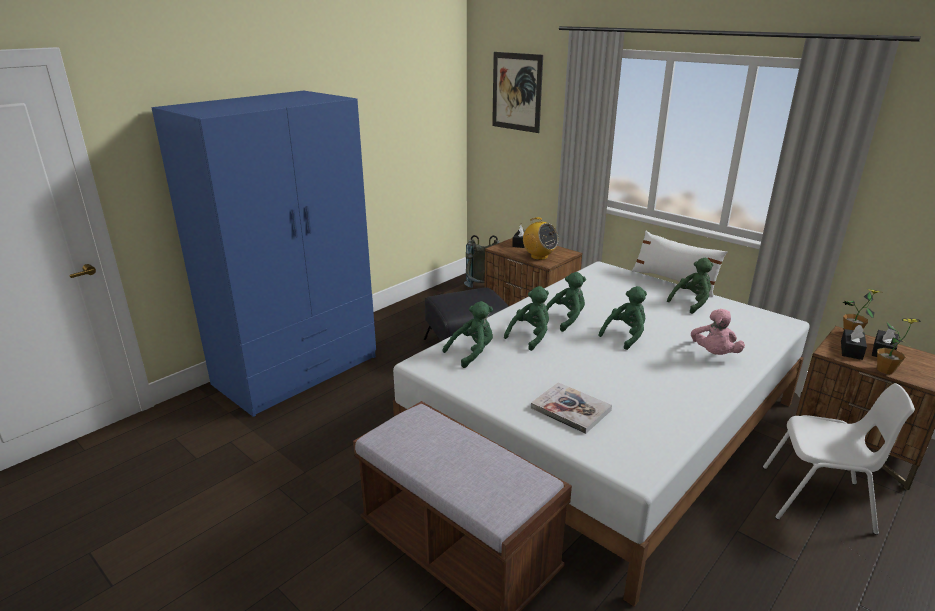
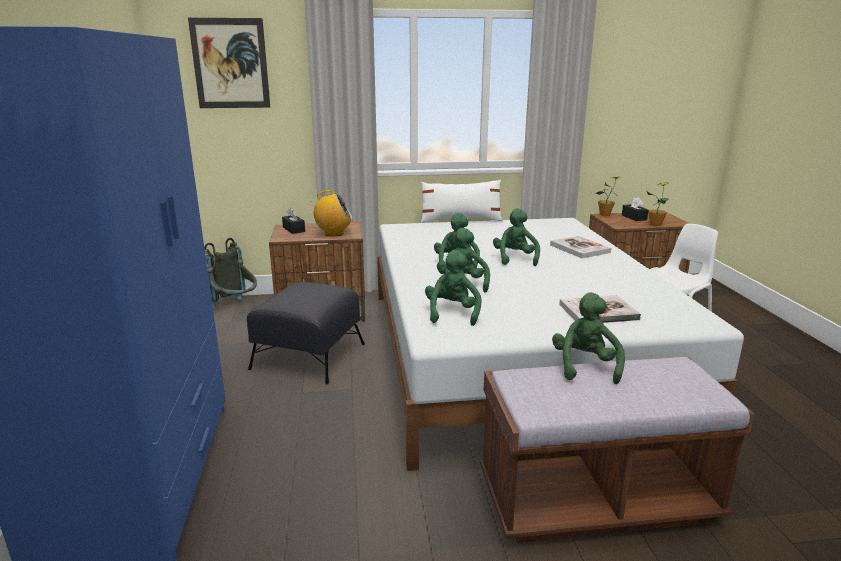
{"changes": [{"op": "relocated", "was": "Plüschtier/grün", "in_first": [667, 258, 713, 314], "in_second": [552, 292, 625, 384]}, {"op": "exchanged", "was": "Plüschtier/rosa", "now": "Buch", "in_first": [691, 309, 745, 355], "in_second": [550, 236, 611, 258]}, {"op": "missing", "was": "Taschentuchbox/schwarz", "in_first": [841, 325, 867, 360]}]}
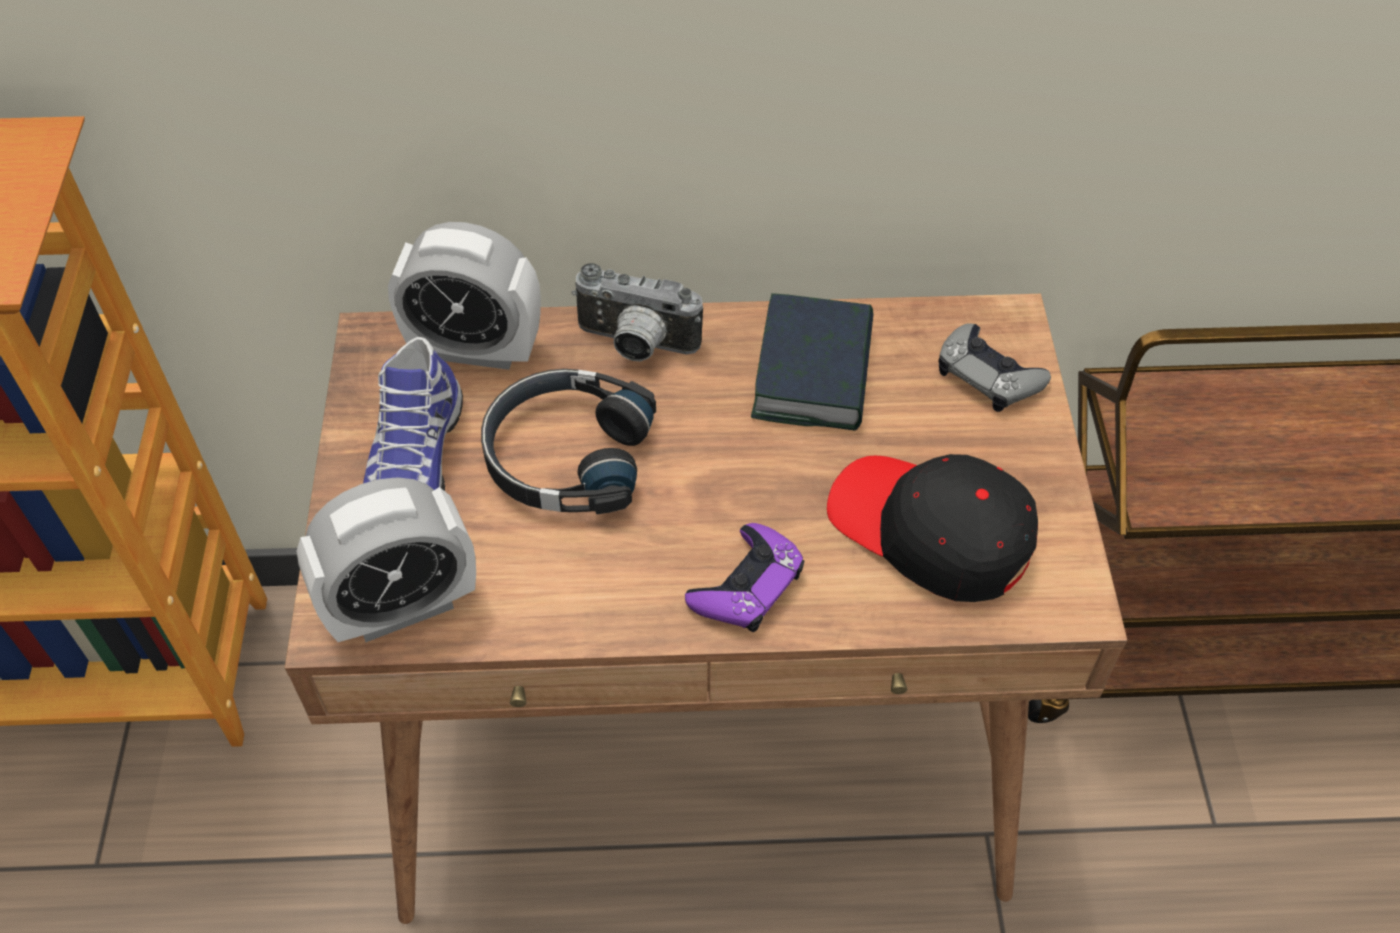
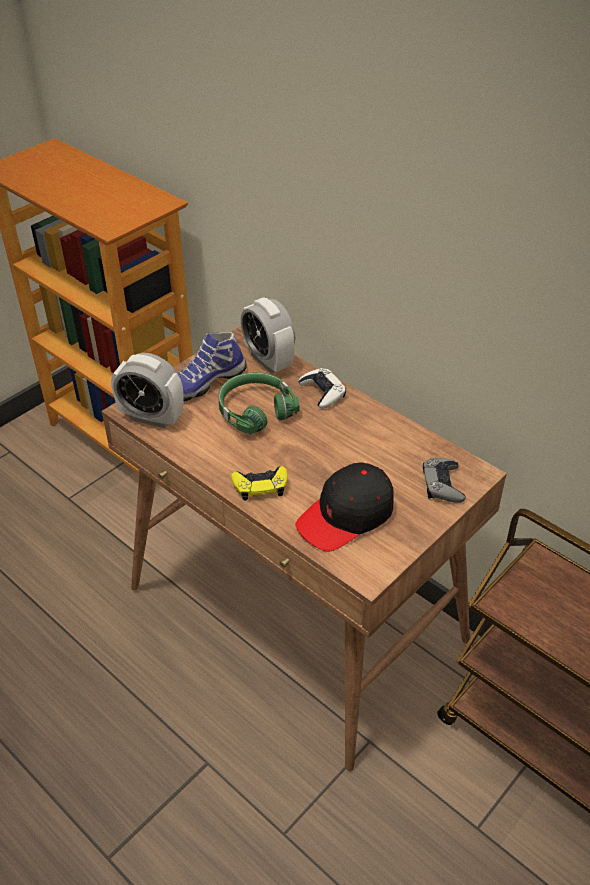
{"changes": [{"op": "colour", "was": "Kopfhörer/schwarz", "now": "Kopfhörer/grün", "in_first": [481, 369, 656, 515], "in_second": [218, 372, 300, 434]}, {"op": "exchanged", "was": "Kamera", "now": "Gamepad/weiß", "in_first": [572, 263, 703, 361], "in_second": [298, 368, 346, 409]}, {"op": "colour", "was": "Gamepad/lila", "now": "Gamepad/gelb", "in_first": [685, 523, 804, 632], "in_second": [231, 466, 288, 501]}, {"op": "missing", "was": "Buch", "in_first": [751, 293, 874, 431]}, {"op": "spun", "was": "Kappe/schwarz", "in_first": [827, 454, 1038, 602], "in_second": [295, 462, 394, 552], "clockwise": -120}]}
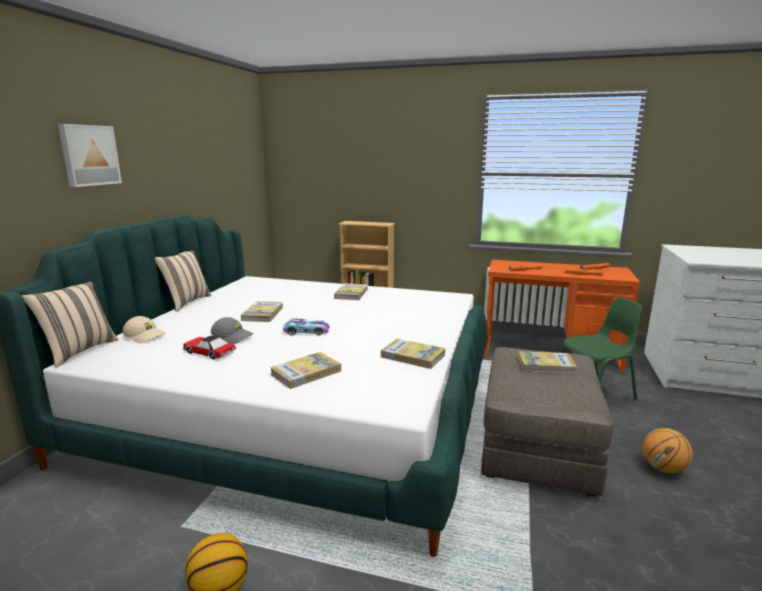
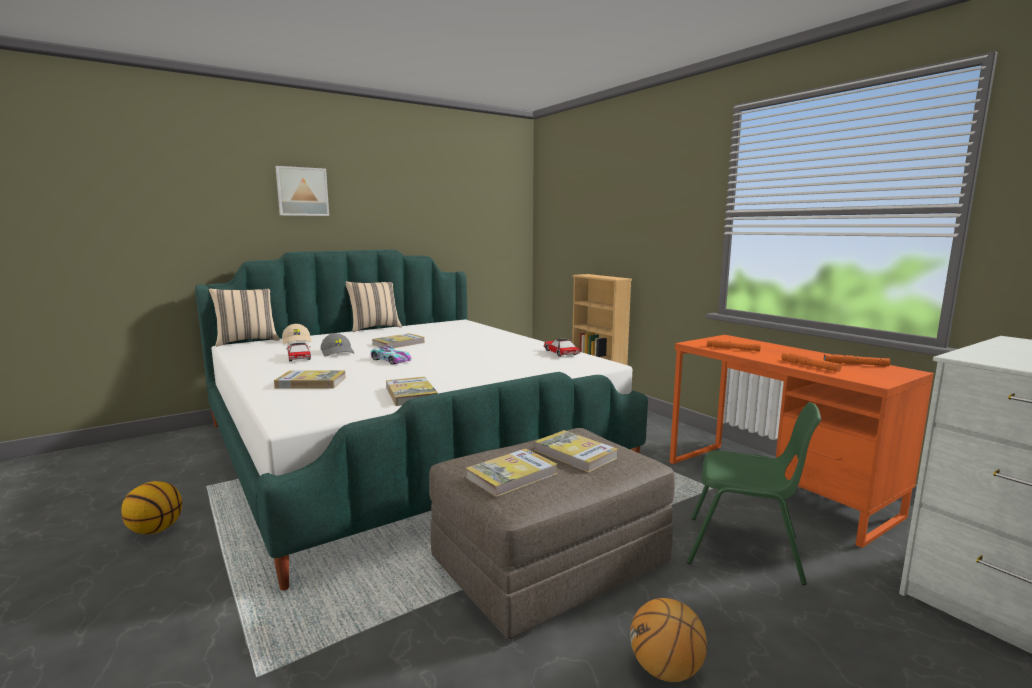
{"changes": [{"op": "relocated", "was": "Buch", "in_first": [334, 283, 368, 300], "in_second": [466, 449, 558, 497]}, {"op": "appeared", "now": "Spielzeugauto", "in_second": [544, 339, 580, 357]}]}
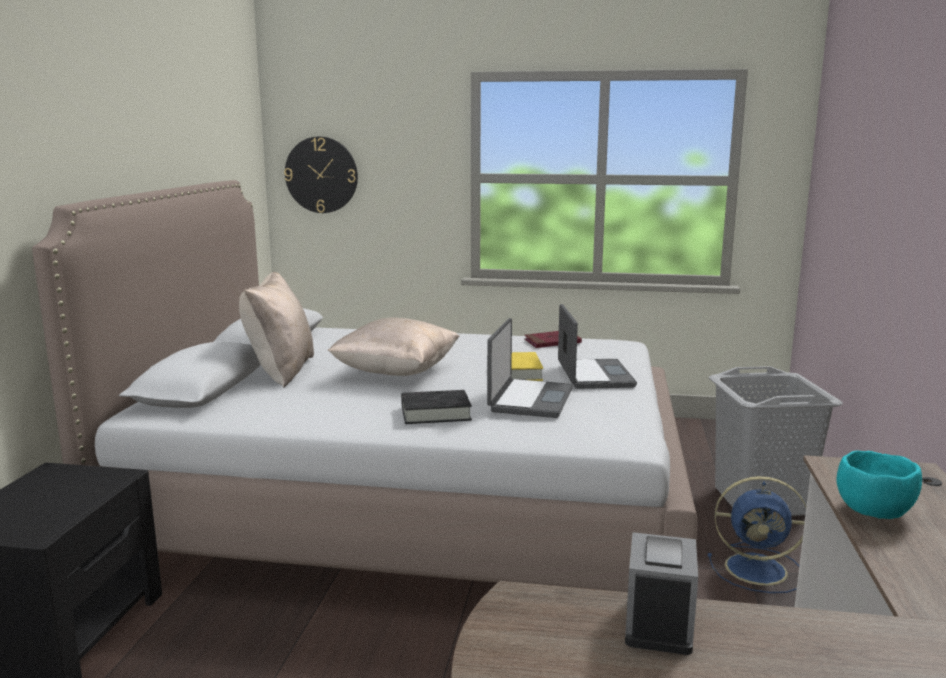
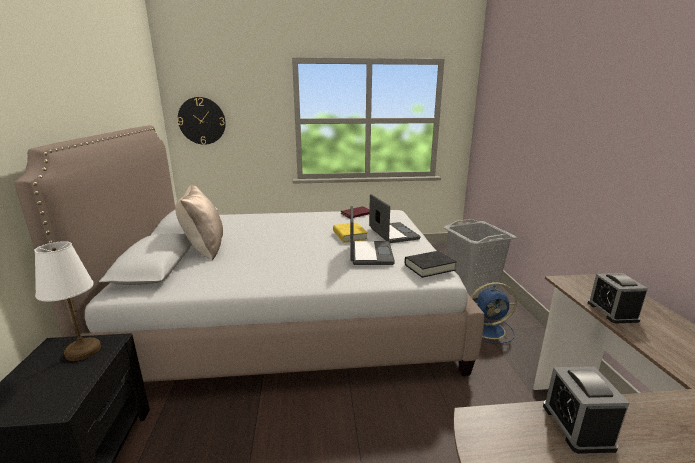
{"changes": [{"op": "missing", "was": "Kissen/beige", "in_first": [327, 317, 459, 376]}, {"op": "relocated", "was": "Buch/schwarz", "in_first": [401, 390, 472, 424], "in_second": [405, 251, 457, 278]}, {"op": "exchanged", "was": "Schüssel/türkis", "now": "Wecker", "in_first": [836, 450, 922, 519], "in_second": [588, 273, 648, 324]}, {"op": "appeared", "now": "Tischlampe/weiß", "in_second": [34, 241, 101, 361]}]}
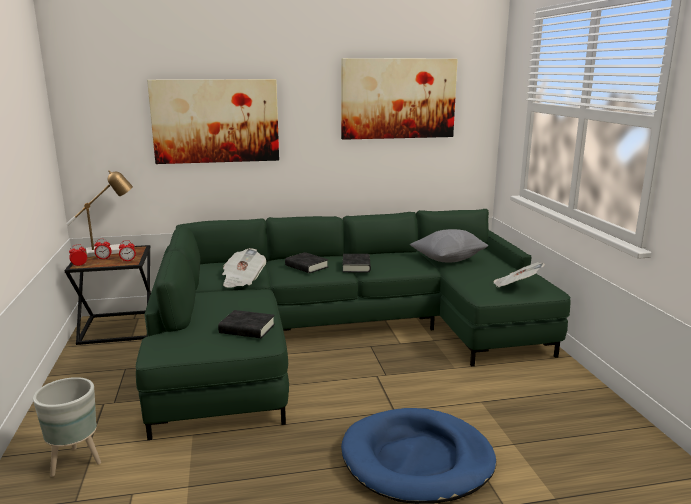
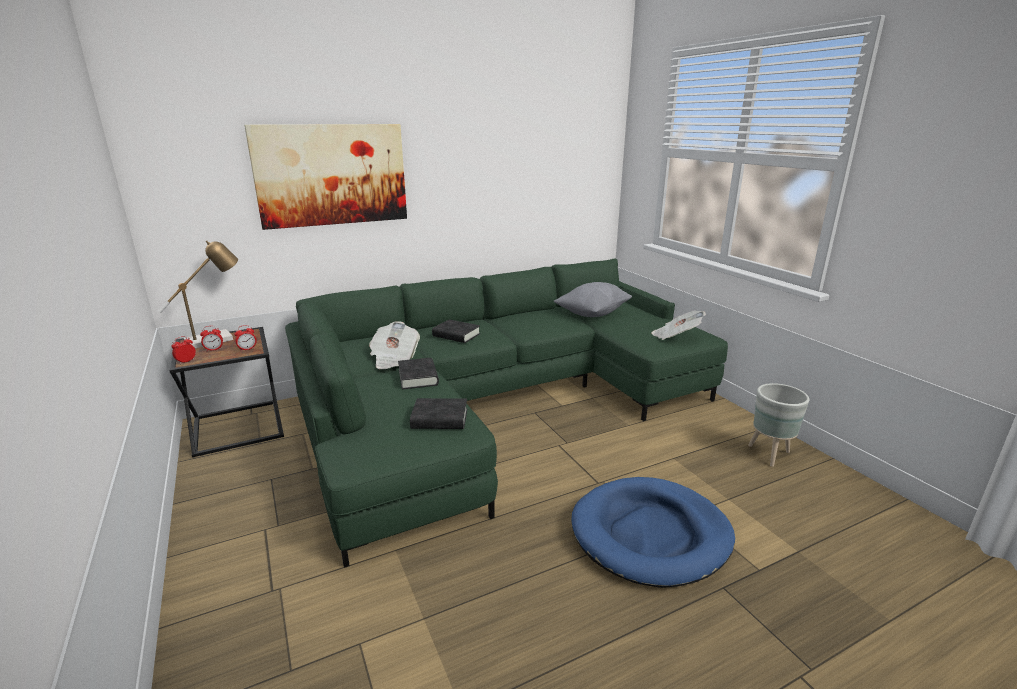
{"changes": [{"op": "relocated", "was": "Pflanzkübel/grau", "in_first": [33, 377, 101, 477], "in_second": [748, 383, 810, 467]}, {"op": "missing", "was": "Bild", "in_first": [341, 58, 458, 140]}, {"op": "relocated", "was": "Buch/schwarz", "in_first": [343, 254, 371, 272], "in_second": [398, 358, 439, 389]}]}
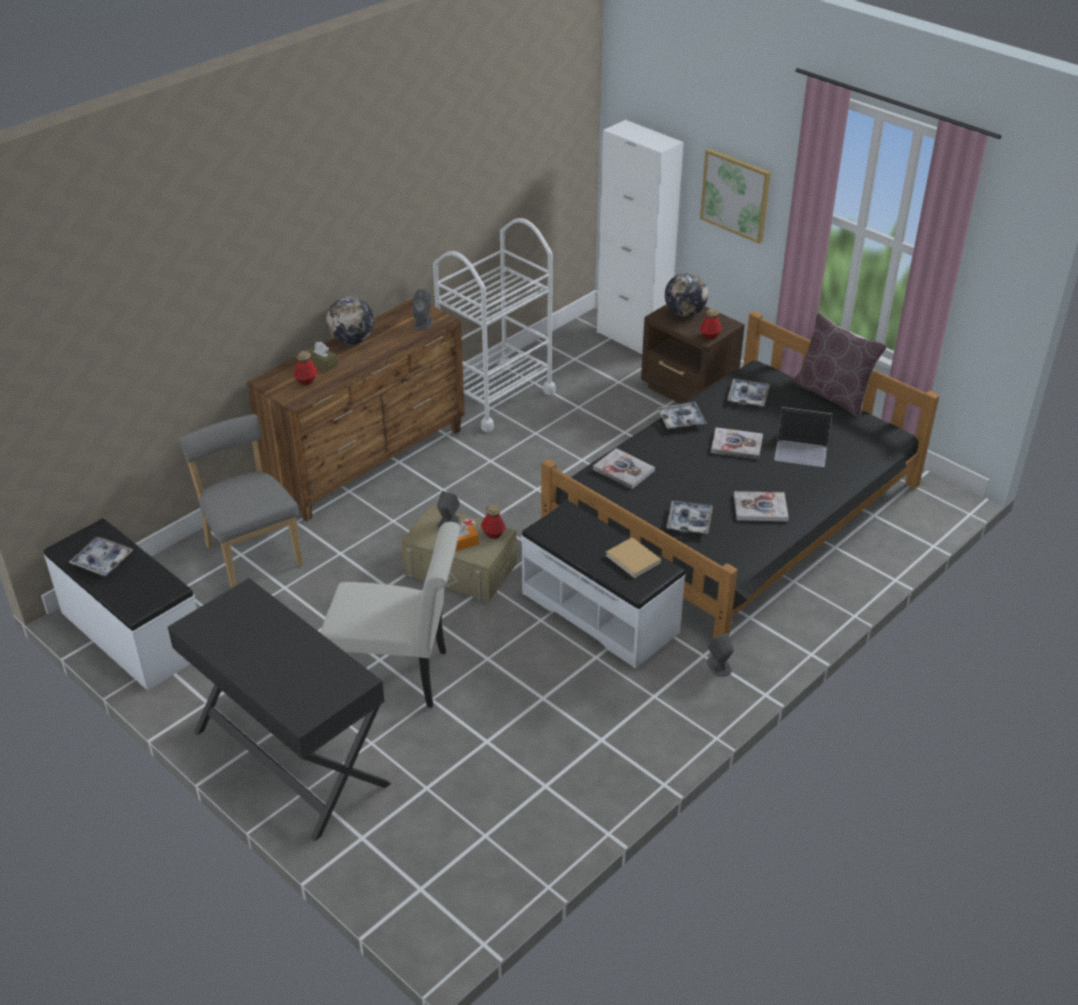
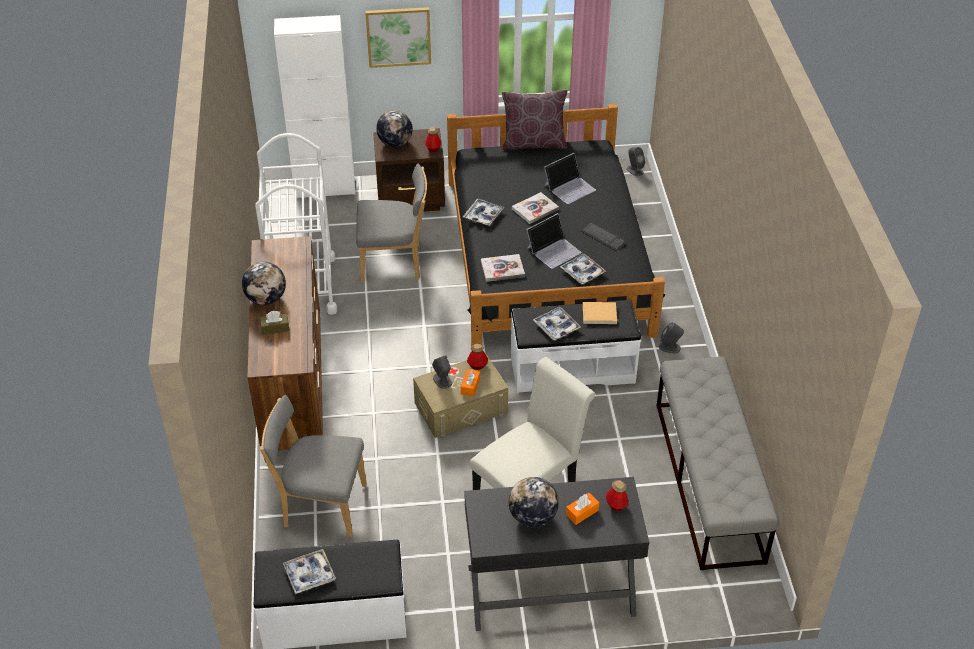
{"changes": [{"op": "relocated", "was": "Flasche", "in_first": [294, 351, 317, 385], "in_second": [606, 480, 629, 511]}, {"op": "relocated", "was": "Lautsprecher/grau", "in_first": [412, 289, 433, 330], "in_second": [627, 147, 645, 176]}, {"op": "relocated", "was": "Tablett", "in_first": [727, 379, 770, 406], "in_second": [533, 307, 581, 340]}, {"op": "exchanged", "was": "Buch", "now": "Tastatur", "in_first": [734, 491, 789, 521], "in_second": [581, 222, 625, 251]}, {"op": "appeared", "now": "Stuhl/grau", "in_second": [356, 164, 427, 282]}, {"op": "appeared", "now": "Globus", "in_second": [509, 477, 559, 528]}, {"op": "appeared", "now": "Laptop", "in_second": [527, 213, 582, 269]}, {"op": "appeared", "now": "Taschentuchbox/orange", "in_second": [566, 493, 599, 525]}, {"op": "appeared", "now": "Bank/grau", "in_second": [657, 357, 779, 570]}]}
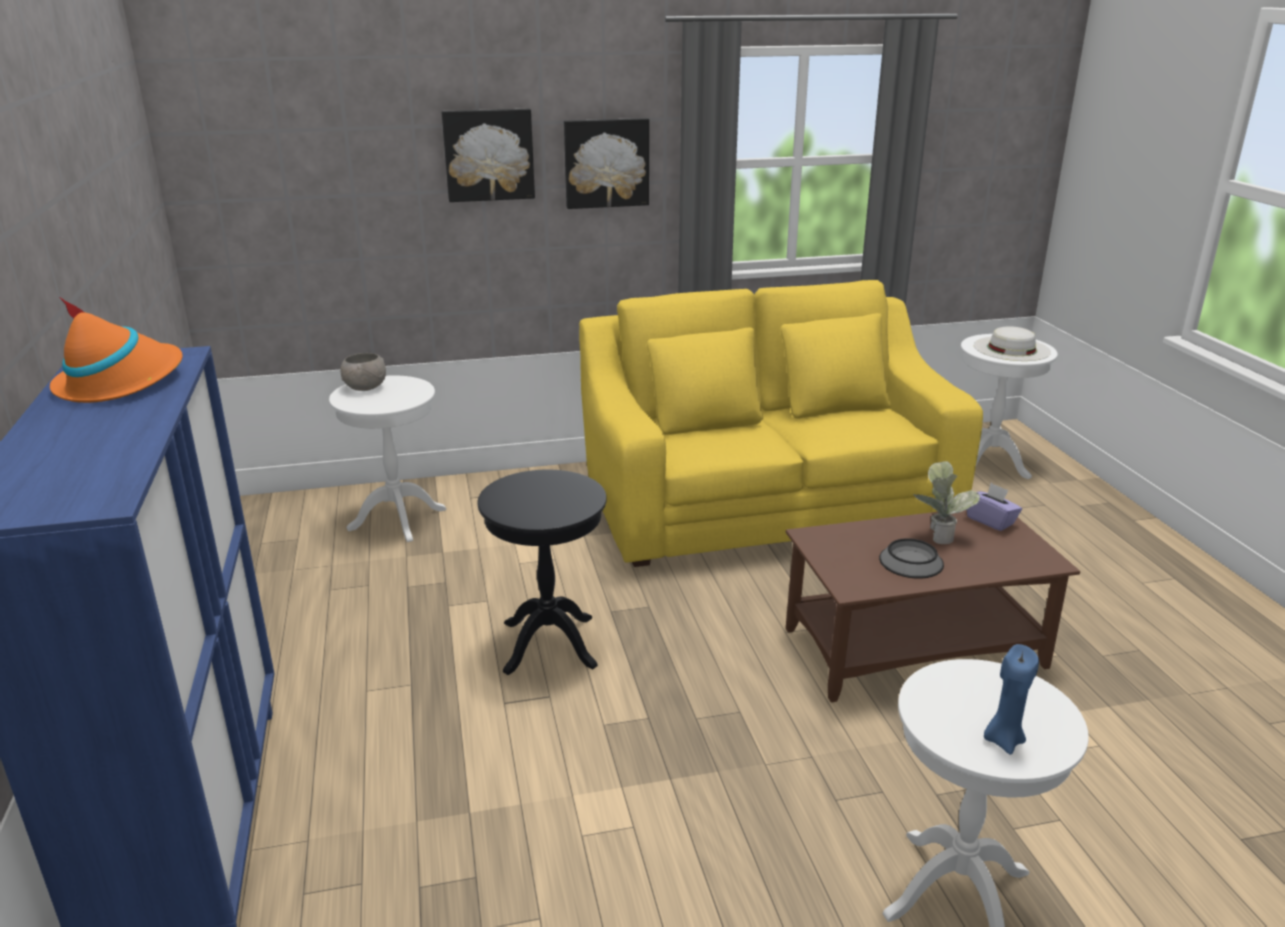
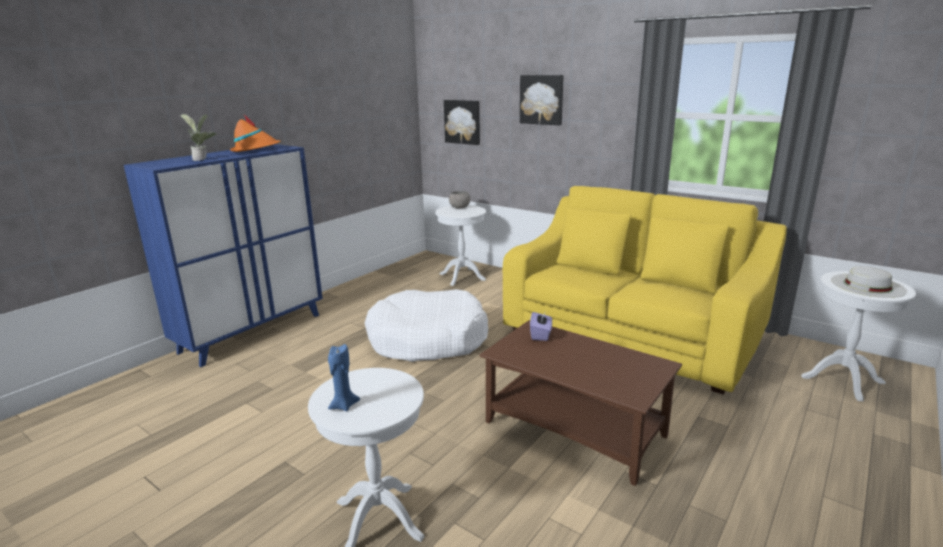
{"changes": [{"op": "exchanged", "was": "Beistelltisch/schwarz", "now": "Hundebett/weiß", "in_first": [478, 470, 607, 675], "in_second": [365, 289, 488, 362]}, {"op": "relocated", "was": "Bild", "in_first": [564, 118, 649, 209], "in_second": [444, 100, 480, 145]}, {"op": "missing", "was": "Schüssel", "in_first": [879, 538, 944, 579]}, {"op": "relocated", "was": "Topfpflanze", "in_first": [913, 461, 980, 544], "in_second": [180, 114, 216, 161]}, {"op": "relocated", "was": "Taschentuchbox/lila", "in_first": [967, 483, 1022, 531], "in_second": [530, 312, 552, 341]}]}
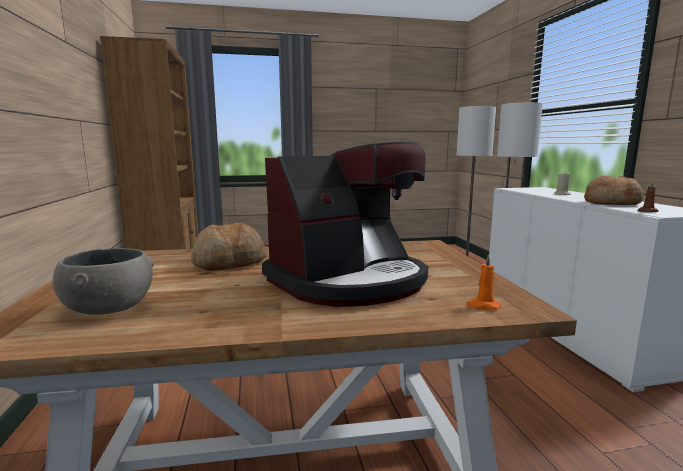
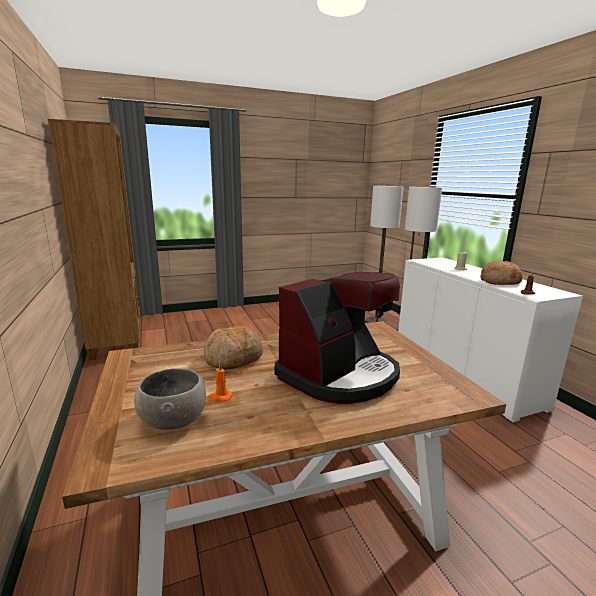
{"changes": [{"op": "relocated", "was": "Kerze/orange", "in_first": [466, 254, 501, 310], "in_second": [209, 363, 233, 401]}]}
